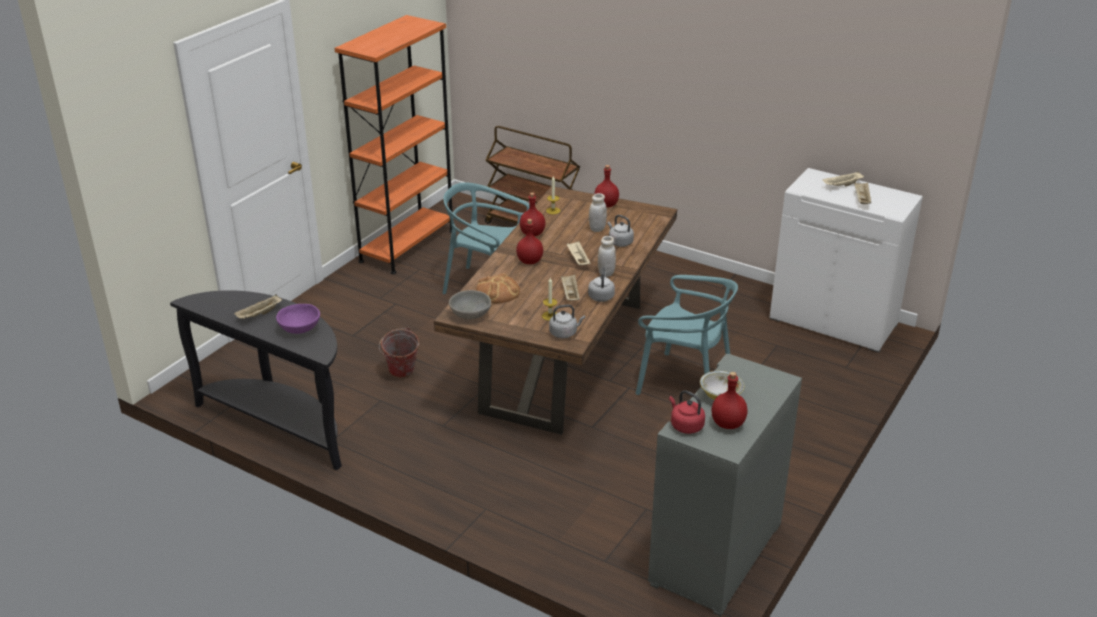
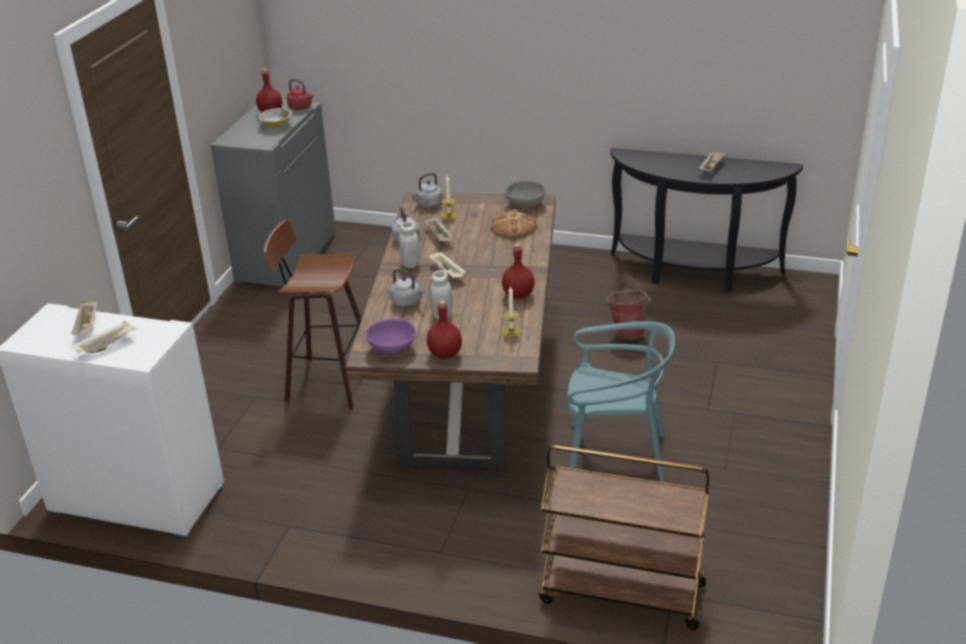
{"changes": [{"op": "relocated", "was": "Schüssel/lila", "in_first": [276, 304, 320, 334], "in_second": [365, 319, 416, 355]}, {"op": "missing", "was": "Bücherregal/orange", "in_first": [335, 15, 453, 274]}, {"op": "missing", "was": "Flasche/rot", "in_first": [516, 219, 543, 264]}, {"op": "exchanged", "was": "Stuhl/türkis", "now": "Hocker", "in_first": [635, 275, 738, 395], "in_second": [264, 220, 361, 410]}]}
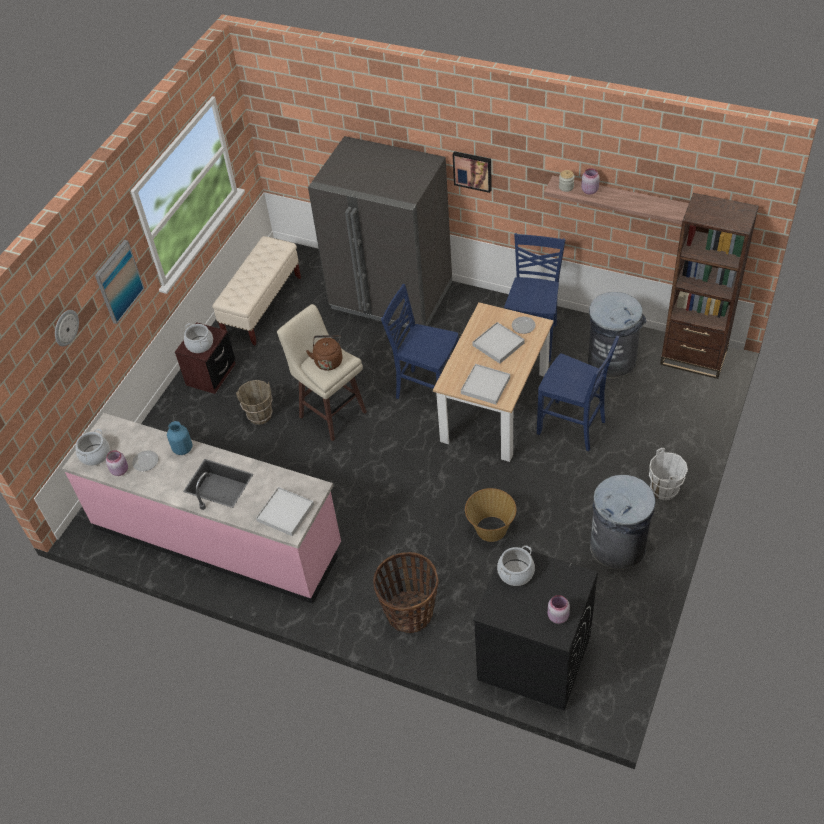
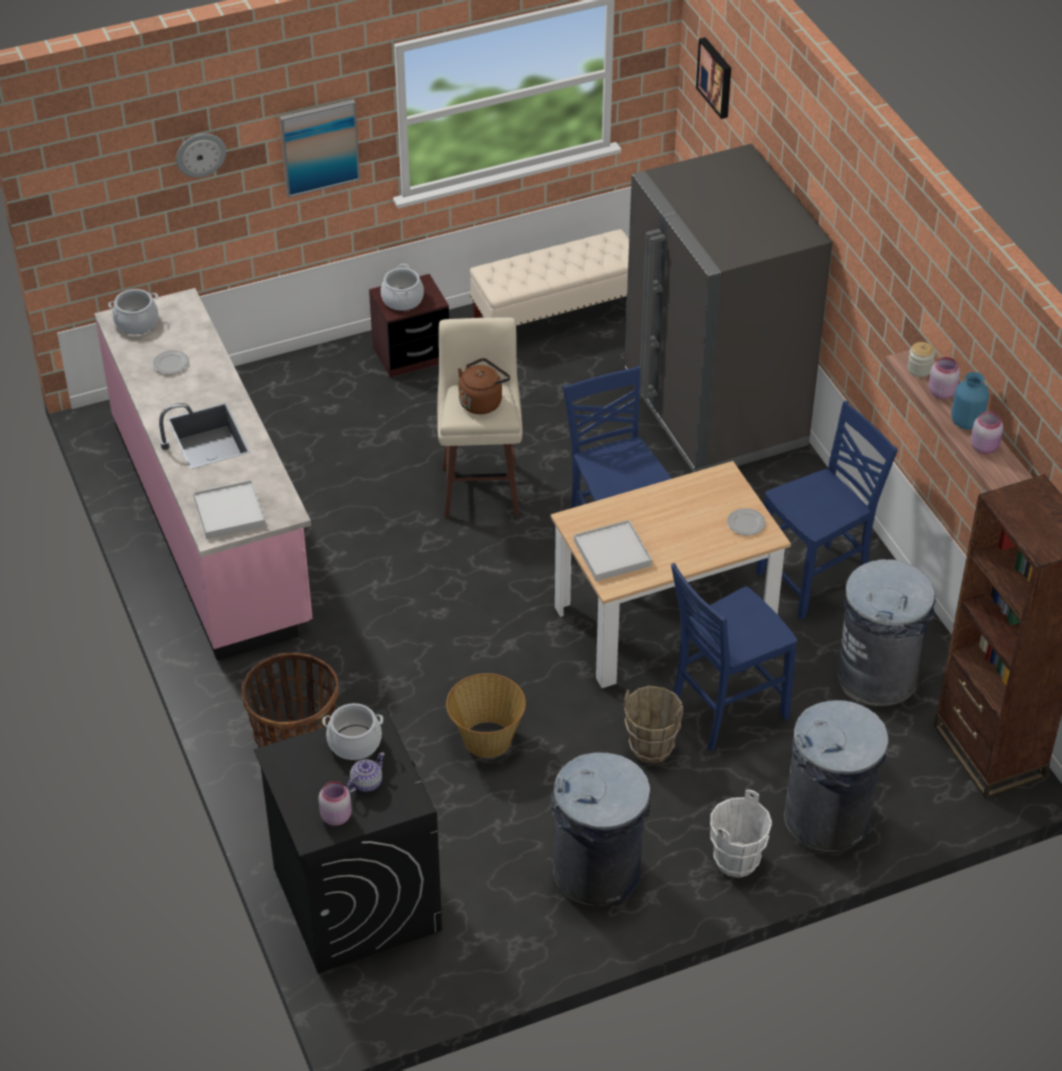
{"changes": [{"op": "relocated", "was": "Vorratsglas/rosa", "in_first": [106, 450, 128, 476], "in_second": [971, 411, 1003, 454]}, {"op": "relocated", "was": "Vase/blau", "in_first": [167, 421, 193, 455], "in_second": [951, 372, 989, 430]}, {"op": "relocated", "was": "Eimer/braun", "in_first": [236, 380, 273, 425], "in_second": [624, 686, 683, 764]}, {"op": "relocated", "was": "Bild", "in_first": [452, 151, 492, 193], "in_second": [696, 37, 731, 119]}, {"op": "missing", "was": "Tablett/weiß", "in_first": [472, 322, 525, 364]}, {"op": "spun", "was": "Stuhl/blau", "in_first": [537, 336, 619, 451], "in_second": [671, 563, 797, 751], "clockwise": 75}, {"op": "appeared", "now": "Teekanne", "in_second": [347, 752, 385, 793]}, {"op": "appeared", "now": "Mülleimer/grau", "in_second": [784, 700, 889, 853]}]}
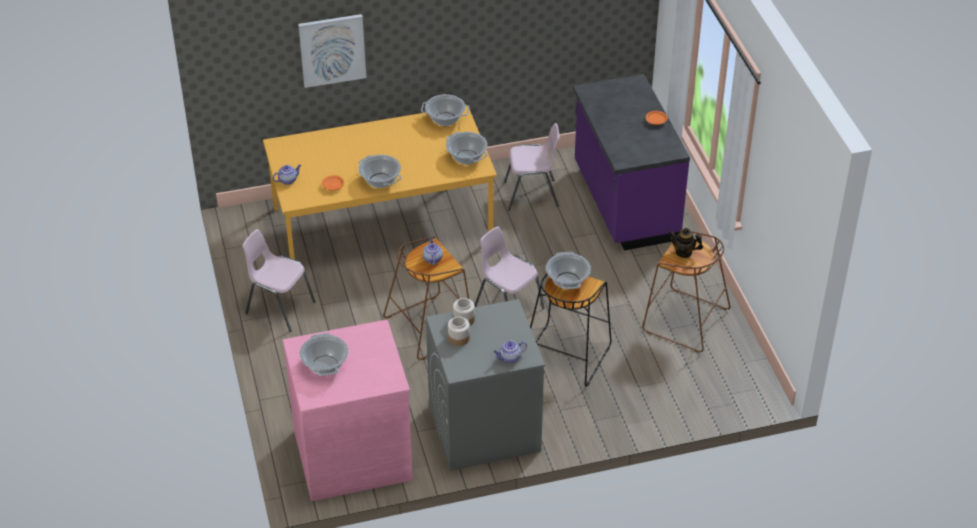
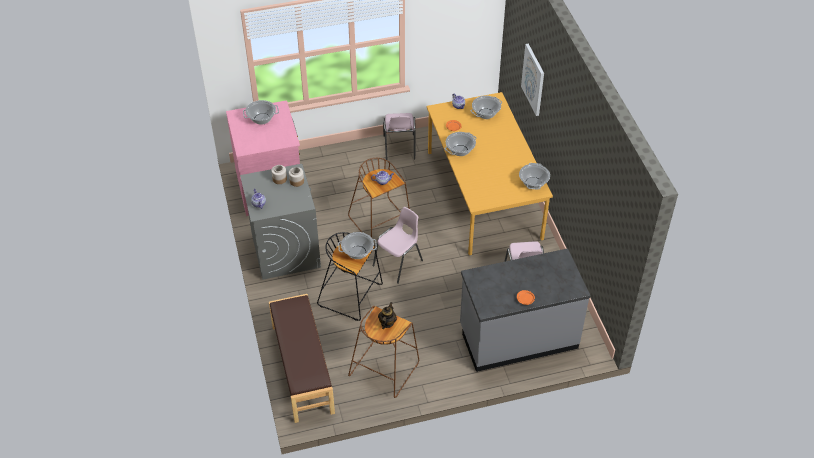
{"changes": [{"op": "spun", "was": "Stuhl/rosa", "in_first": [242, 229, 316, 332], "in_second": [383, 113, 415, 160], "clockwise": 150}, {"op": "relocated", "was": "Kochtopf", "in_first": [446, 132, 488, 165], "in_second": [471, 96, 502, 119]}, {"op": "colour", "was": "Küchenzeile/lila", "now": "Küchenzeile/grau", "in_first": [573, 74, 690, 251], "in_second": [460, 248, 590, 372]}, {"op": "appeared", "now": "Bank/braun", "in_second": [269, 294, 335, 423]}]}
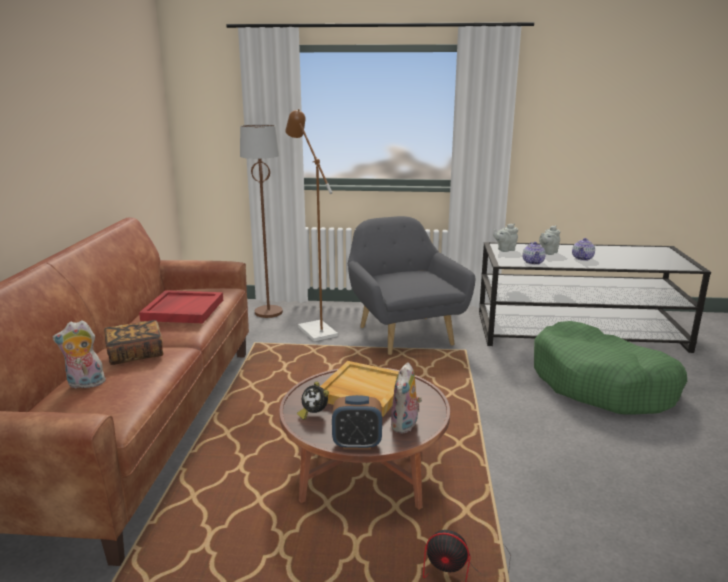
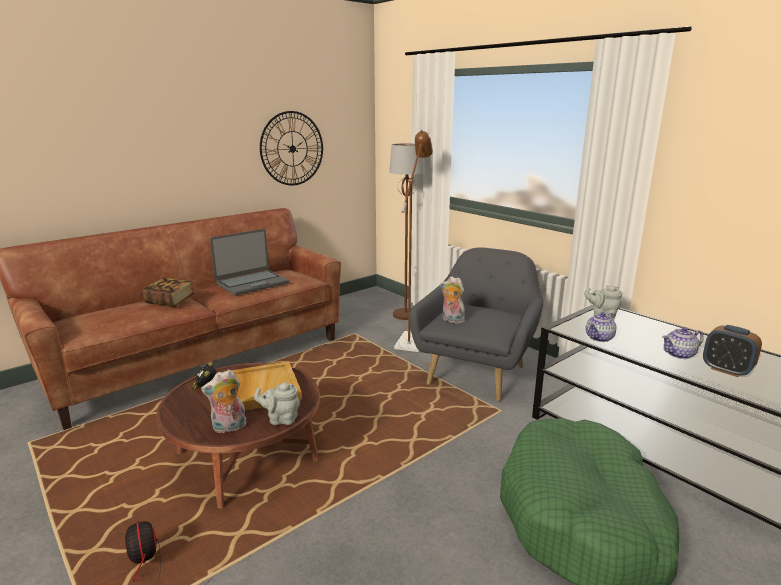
{"changes": [{"op": "relocated", "was": "Plüschtier", "in_first": [53, 320, 107, 389], "in_second": [440, 276, 468, 324]}, {"op": "exchanged", "was": "Tablett/rot", "now": "Laptop", "in_first": [139, 290, 223, 323], "in_second": [210, 229, 289, 296]}, {"op": "relocated", "was": "Wecker", "in_first": [332, 395, 382, 449], "in_second": [703, 325, 762, 377]}, {"op": "relocated", "was": "Teekanne/grau", "in_first": [539, 225, 560, 255], "in_second": [254, 383, 300, 425]}, {"op": "appeared", "now": "Wanduhr", "in_second": [260, 111, 323, 185]}]}
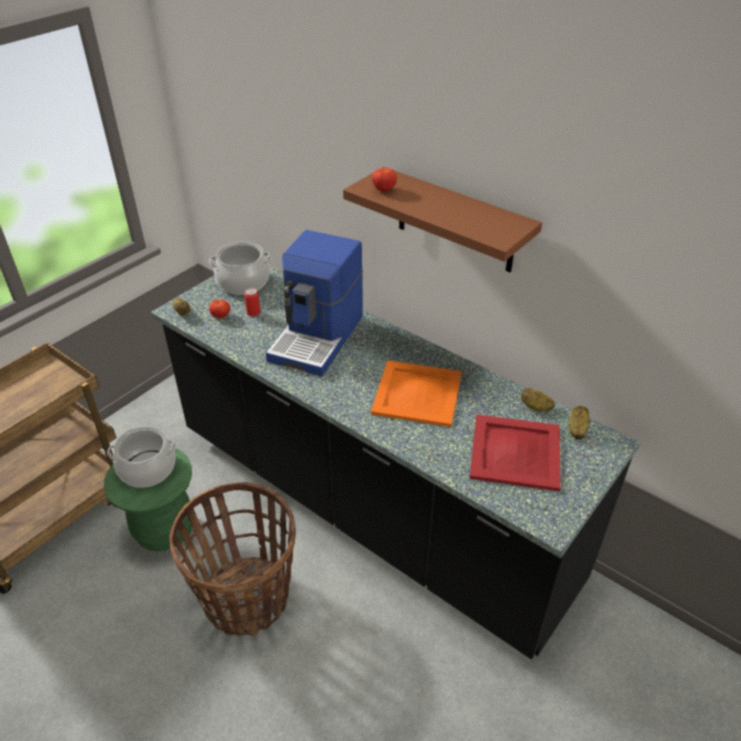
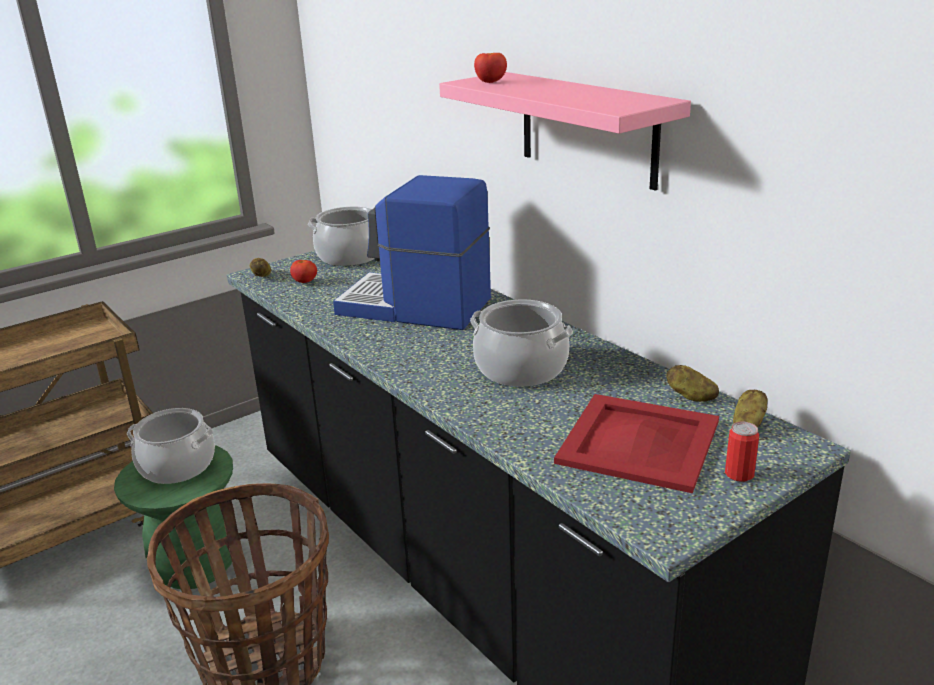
{"changes": [{"op": "relocated", "was": "Dose", "in_first": [244, 288, 261, 317], "in_second": [725, 421, 759, 482]}, {"op": "spun", "was": "Kaffeemaschine", "in_first": [266, 230, 363, 376], "in_second": [333, 175, 491, 330], "clockwise": 75}, {"op": "colour", "was": "Wandregal/braun", "now": "Wandregal/rosa", "in_first": [343, 167, 542, 272], "in_second": [439, 72, 691, 191]}, {"op": "exchanged", "was": "Tablett/orange", "now": "Kochtopf", "in_first": [371, 360, 462, 427], "in_second": [470, 299, 573, 387]}]}
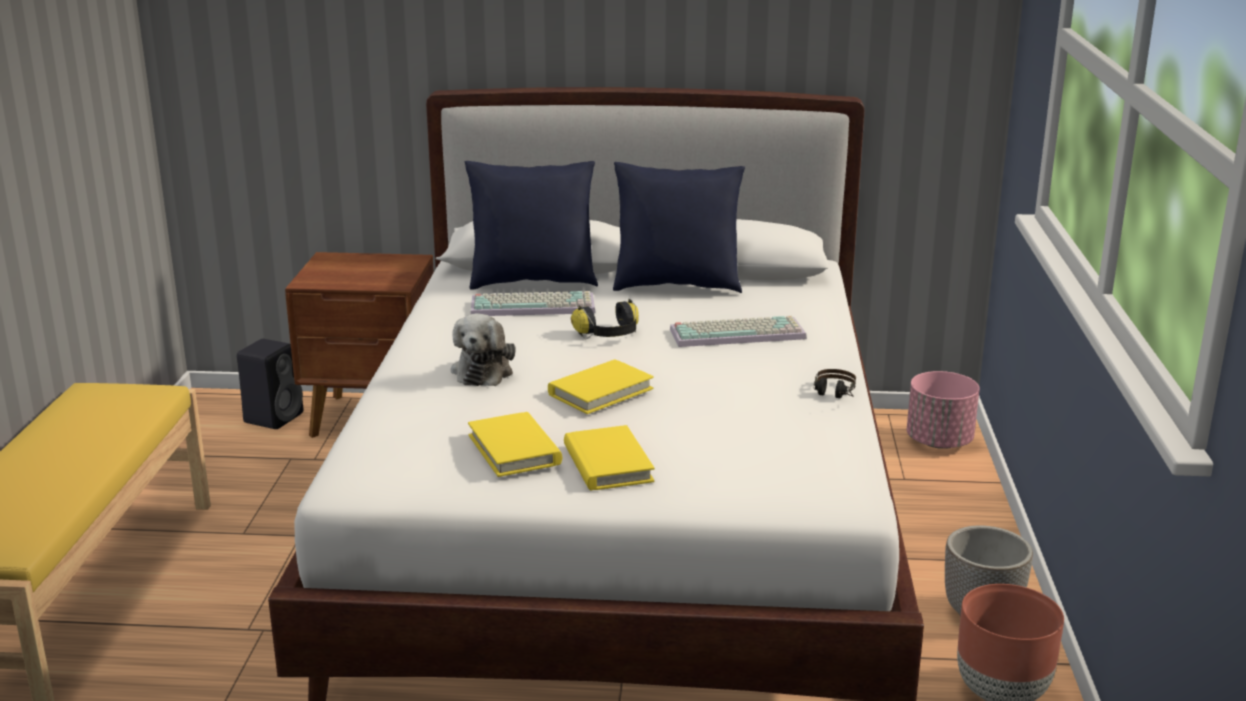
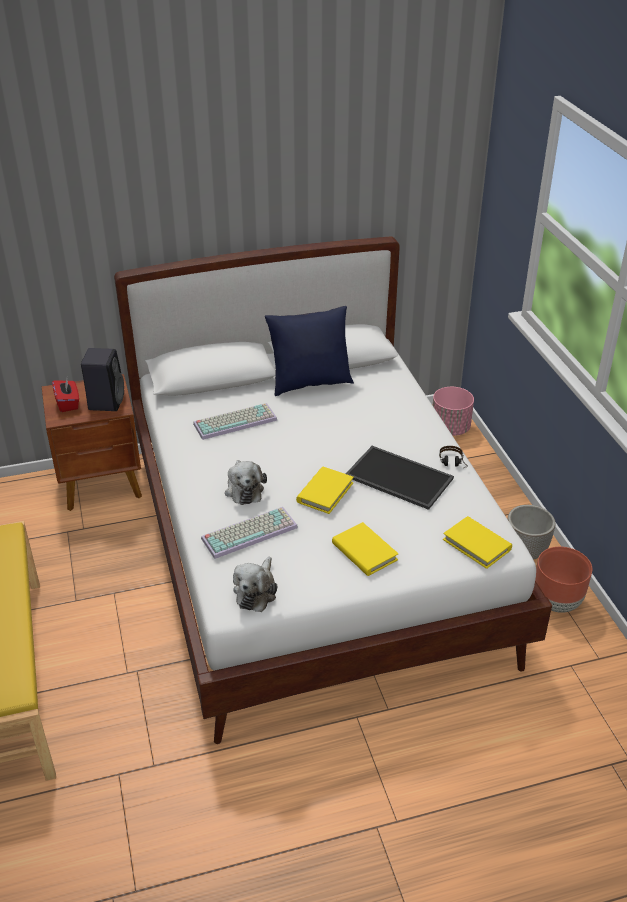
{"changes": [{"op": "relocated", "was": "Lautsprecher/schwarz", "in_first": [237, 339, 303, 429], "in_second": [81, 348, 124, 411]}, {"op": "missing", "was": "Kissen/blau", "in_first": [465, 161, 598, 290]}, {"op": "relocated", "was": "Buch/gelb", "in_first": [468, 412, 562, 477], "in_second": [443, 516, 512, 569]}, {"op": "missing", "was": "Kopfhörer", "in_first": [571, 299, 639, 340]}, {"op": "relocated", "was": "Tastatur", "in_first": [670, 316, 807, 347], "in_second": [201, 507, 298, 559]}, {"op": "appeared", "now": "Taschentuchbox/rot", "in_second": [52, 379, 79, 412]}, {"op": "appeared", "now": "Plüschtier", "in_second": [233, 557, 278, 612]}, {"op": "appeared", "now": "Tablett", "in_second": [346, 446, 454, 510]}]}
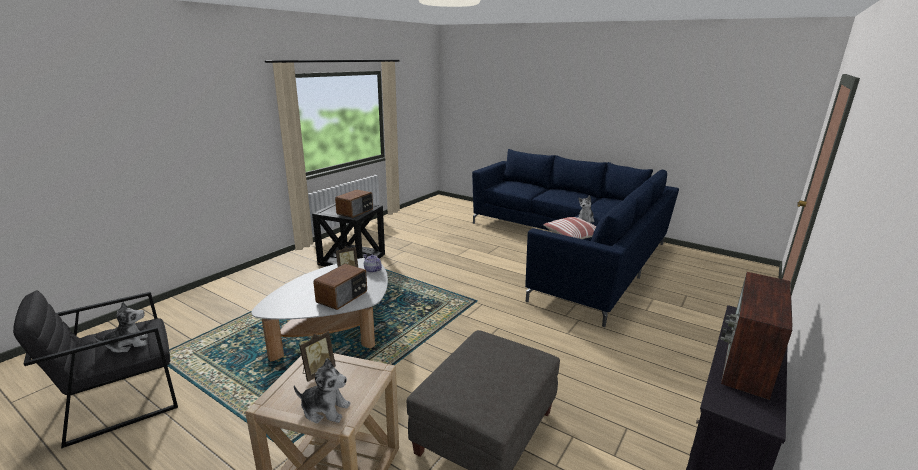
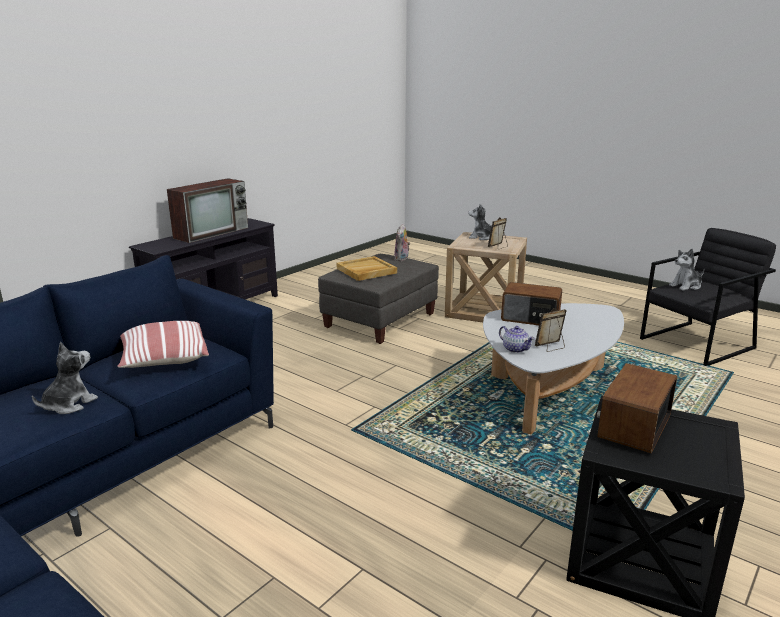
{"changes": [{"op": "spun", "was": "Radio", "in_first": [313, 264, 367, 310], "in_second": [501, 282, 562, 325], "clockwise": -105}, {"op": "appeared", "now": "Tablett/beige", "in_second": [337, 256, 397, 281]}, {"op": "appeared", "now": "Plüschtier", "in_second": [394, 224, 410, 261]}]}
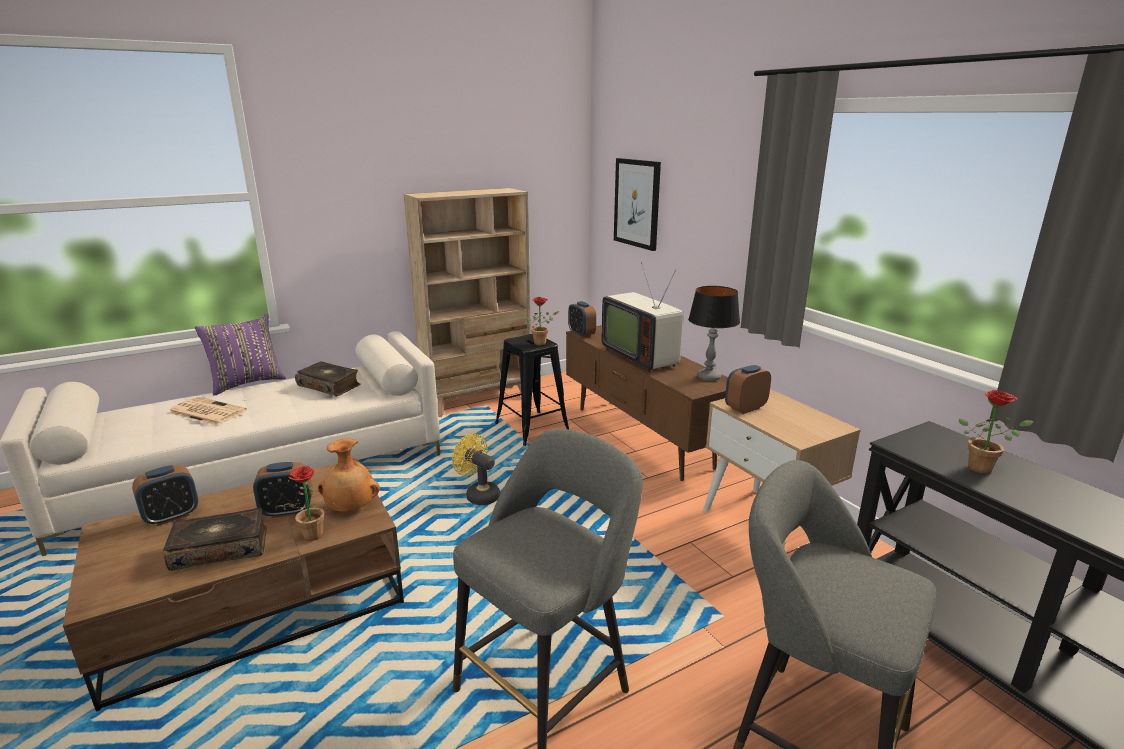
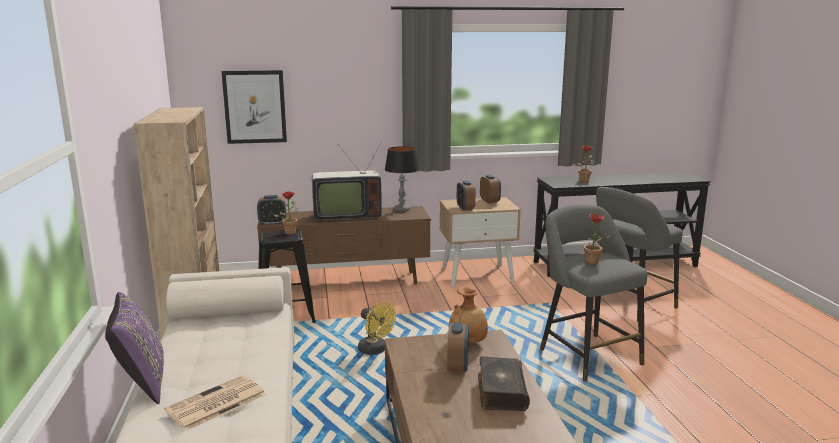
{"changes": [{"op": "relocated", "was": "Wecker", "in_first": [132, 465, 198, 526], "in_second": [480, 175, 501, 204]}, {"op": "relocated", "was": "Topfpflanze", "in_first": [279, 466, 335, 541], "in_second": [583, 214, 611, 265]}, {"op": "missing", "was": "Buch", "in_first": [295, 361, 360, 396]}, {"op": "spun", "was": "Ventilator/gelb", "in_first": [452, 433, 500, 505], "in_second": [358, 302, 396, 355], "clockwise": -105}]}
